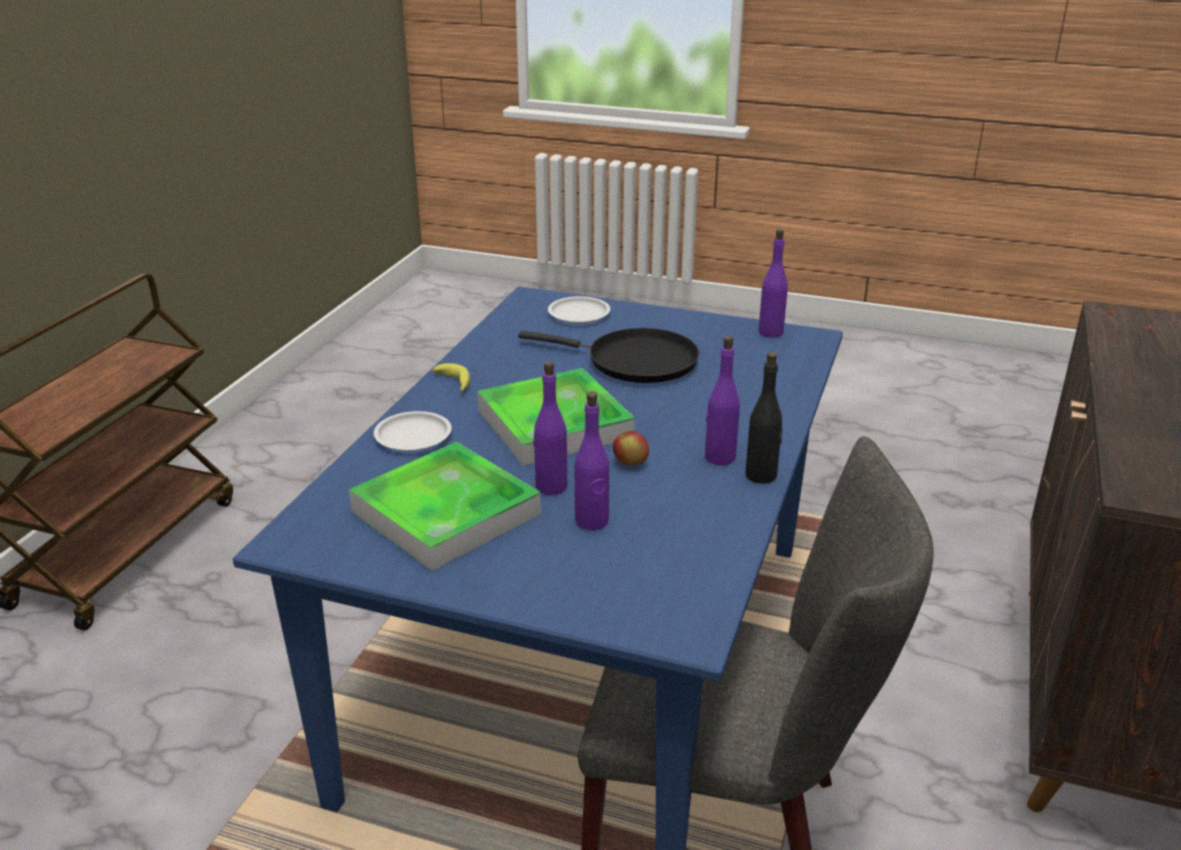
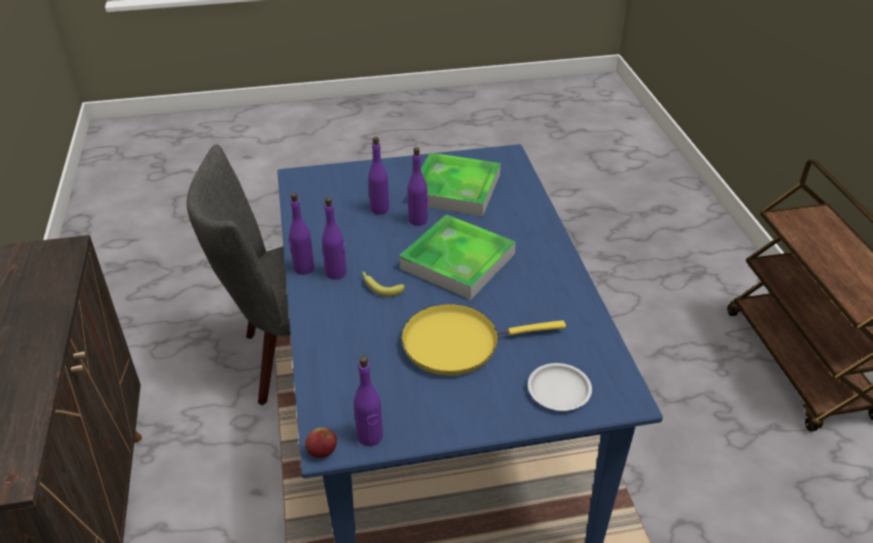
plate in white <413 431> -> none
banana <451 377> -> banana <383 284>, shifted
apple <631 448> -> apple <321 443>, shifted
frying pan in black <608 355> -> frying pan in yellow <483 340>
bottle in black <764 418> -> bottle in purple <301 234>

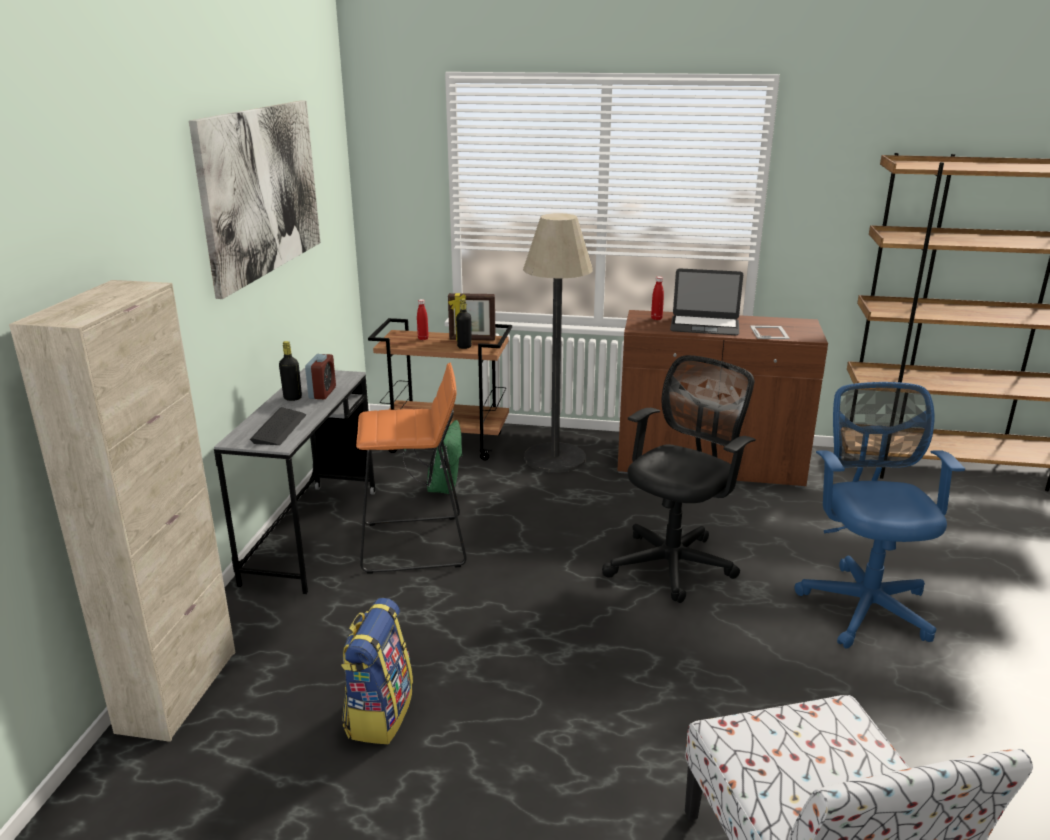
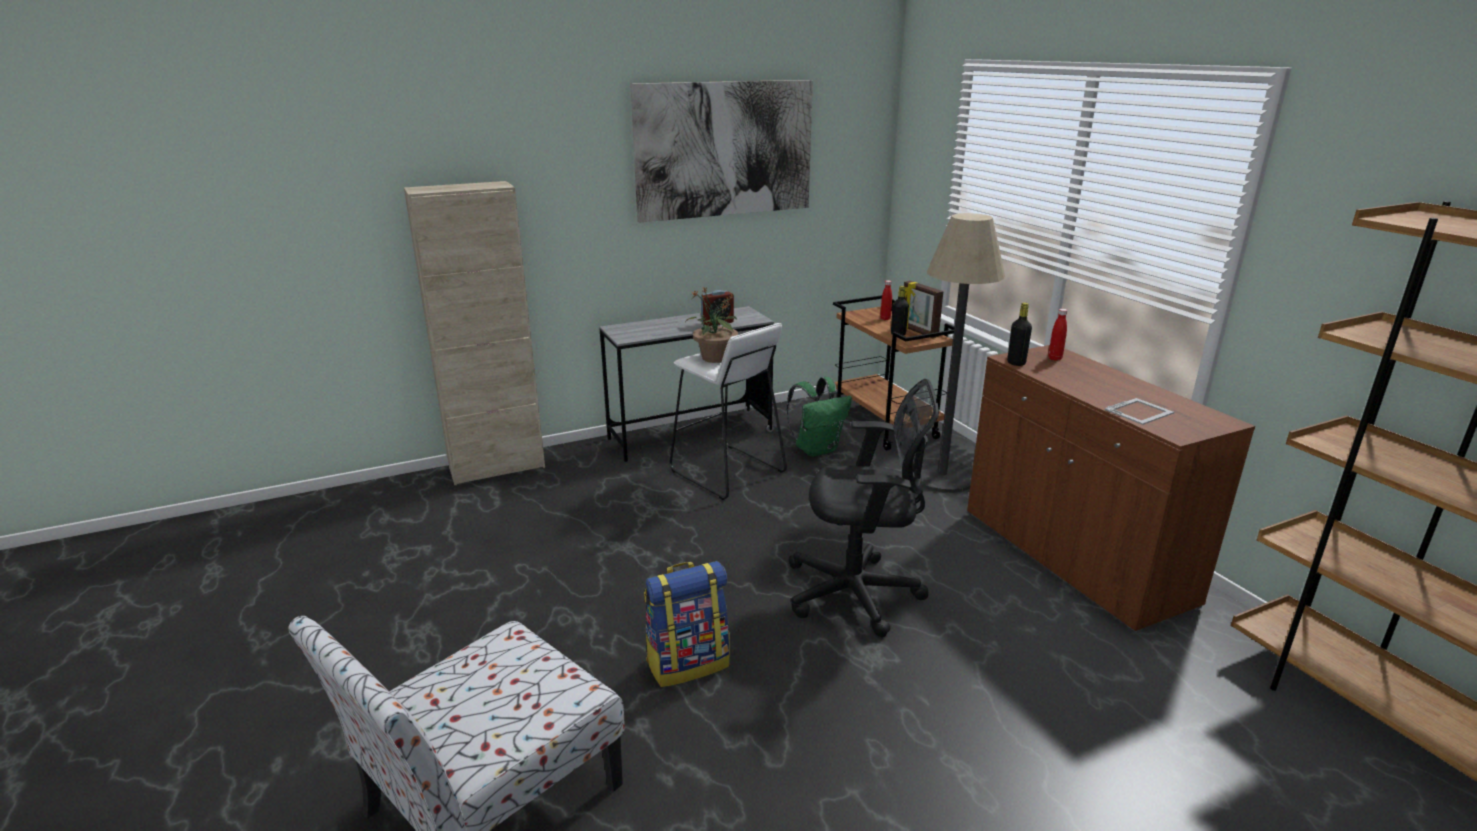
keyboard <278 426> -> none
laptop <706 301> -> none
office chair in blue <879 515> -> none
none -> potted plant <711 325>
bottle in black <290 371> -> bottle in black <1019 334>, shifted
backpack <377 671> -> backpack <687 624>, shifted
stool in orange <411 468> -> stool in white <728 411>

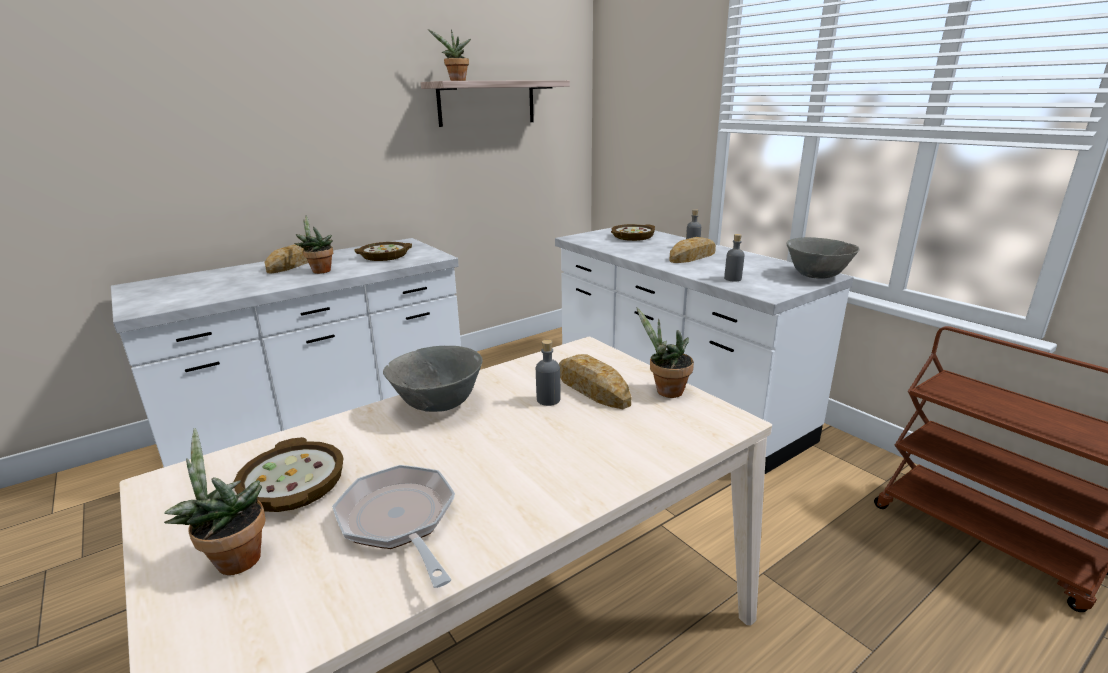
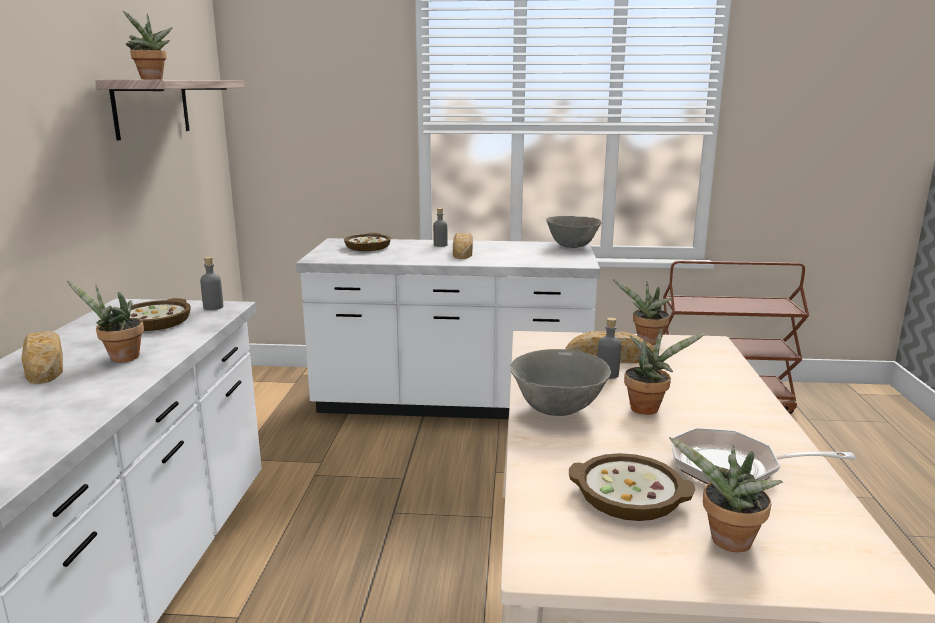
none -> potted plant <664 371>
bottle in grey <734 258> -> bottle in grey <211 283>, shifted

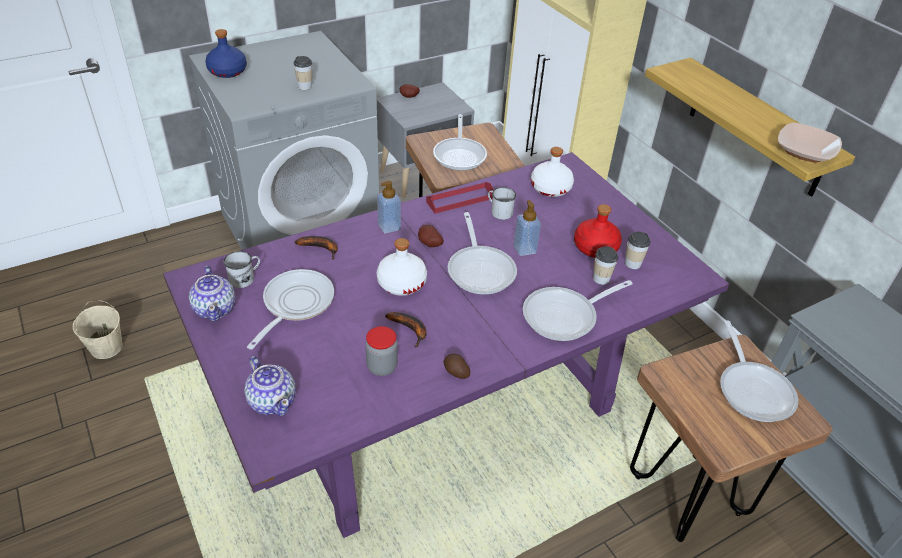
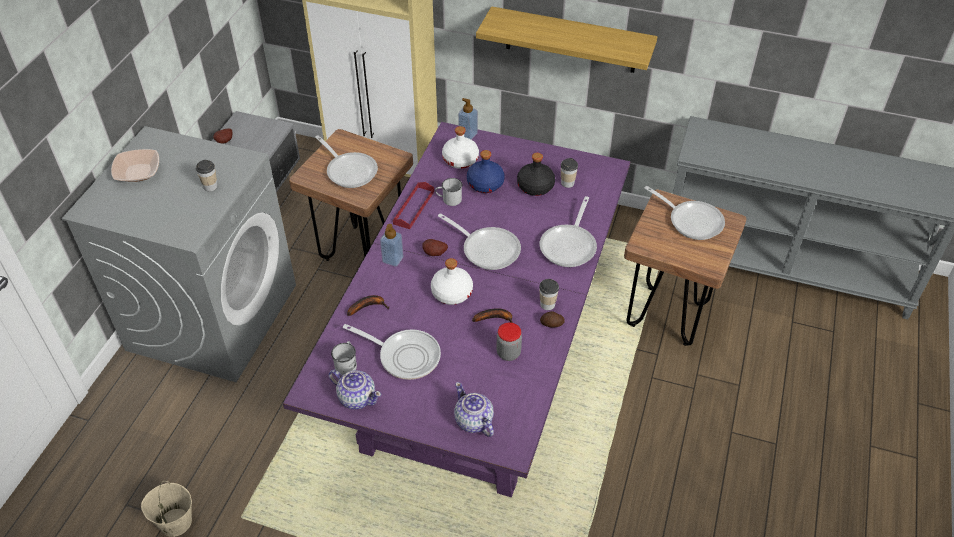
bottle in blue <226 53> -> bottle in blue <486 171>, shifted
soap dispenser <527 228> -> soap dispenser <468 118>, shifted
cup <605 265> -> cup <549 294>, shifted
bowl <810 142> -> bowl <135 165>, shifted
bottle in red <598 231> -> bottle in black <536 174>
teapot <270 386> -> teapot <474 409>, 135 degrees counterclockwise
frying pan <290 309> -> frying pan <392 352>, 135 degrees clockwise

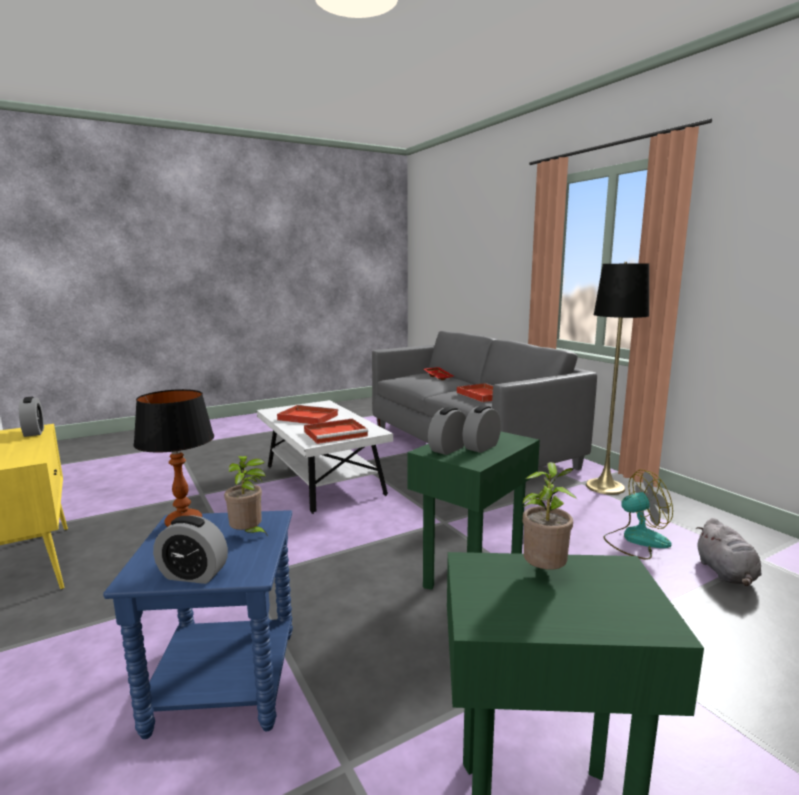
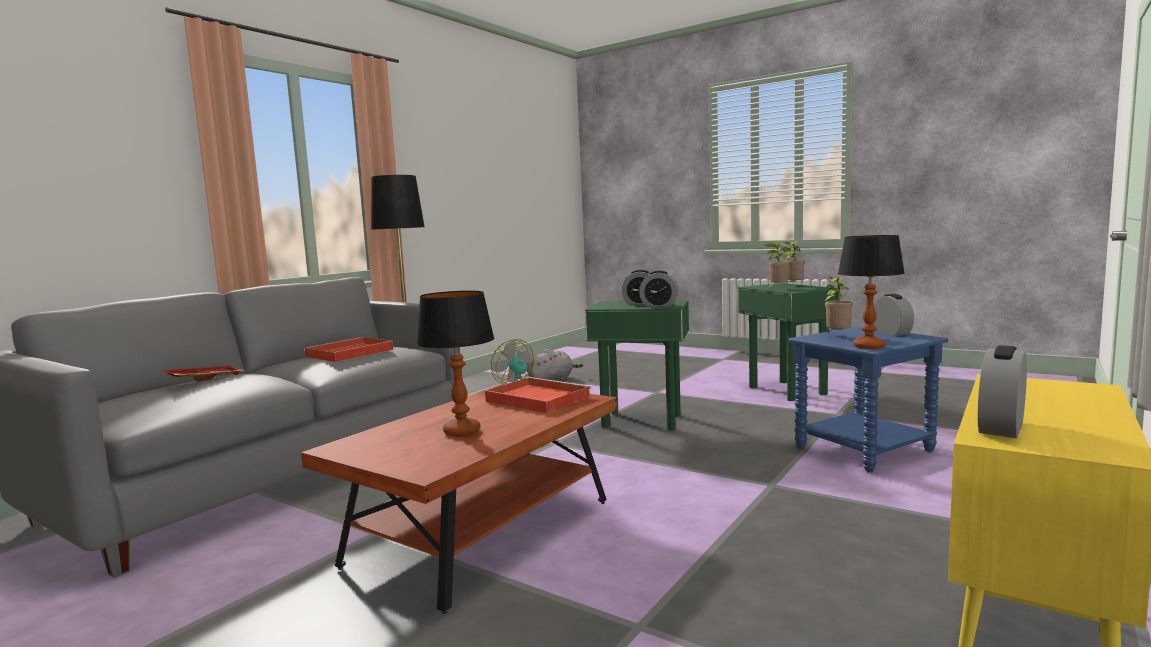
none -> potted plant <794 263>
tray in red <308 414> -> table lamp <455 364>
coffee table in white <325 457> -> coffee table in brown <459 498>

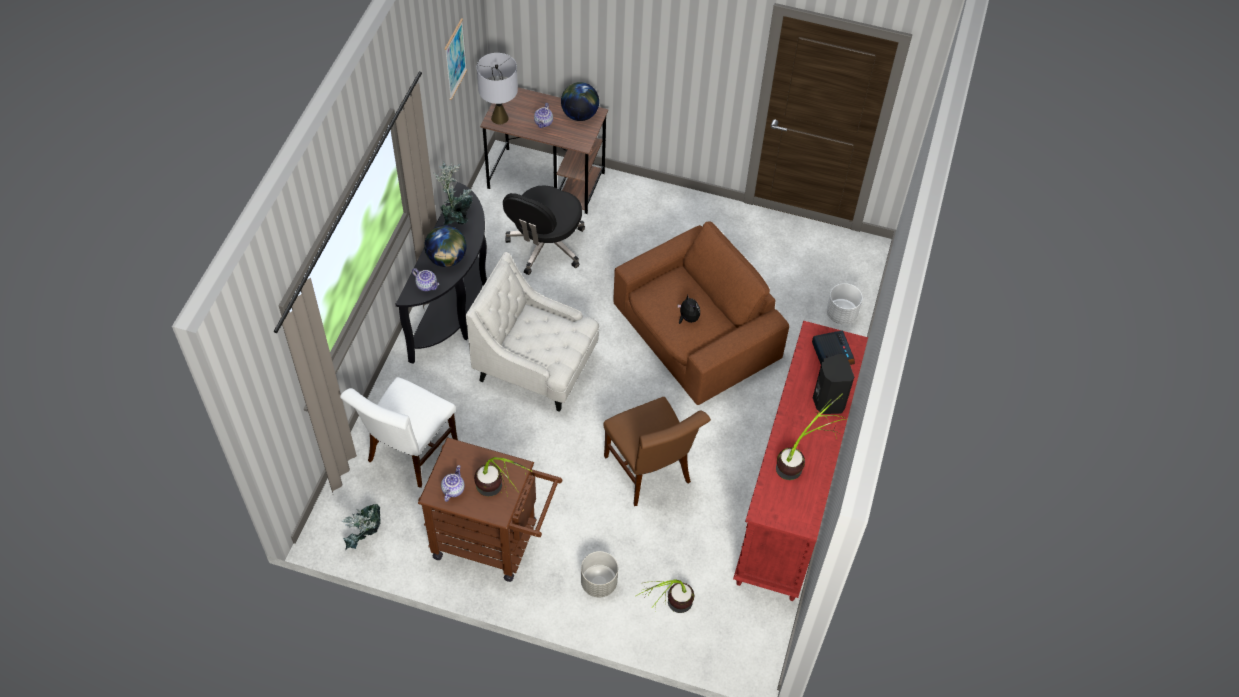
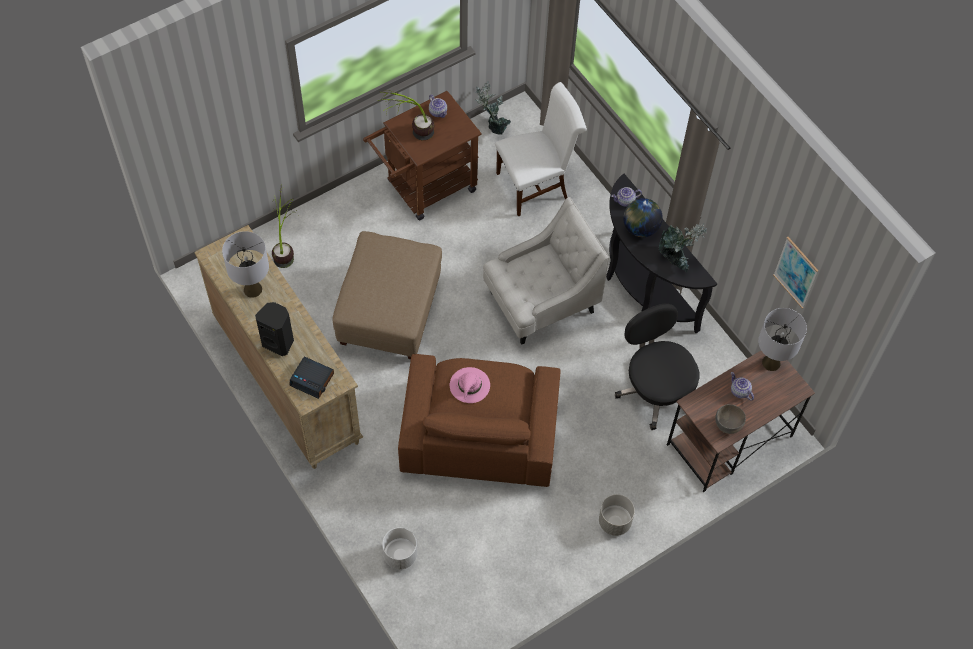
planter in grey <599 574> -> planter in grey <617 515>, shifted
globe <580 101> -> bowl in grey <730 419>
chair in brown <657 451> -> ottoman in beige <387 295>
plush toy <689 309> -> hat in pink <470 385>
potted plant <811 436> -> table lamp in grey <245 264>
dresser in red <800 461> -> dresser in beige <278 347>
chair in white <399 432> -> chair in white <541 149>, 90 degrees clockwise

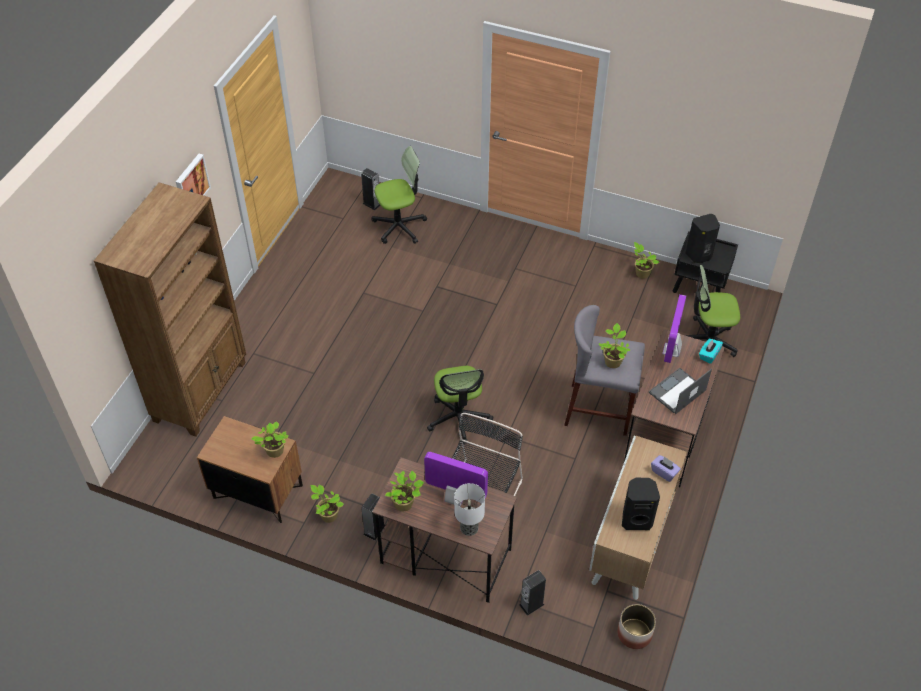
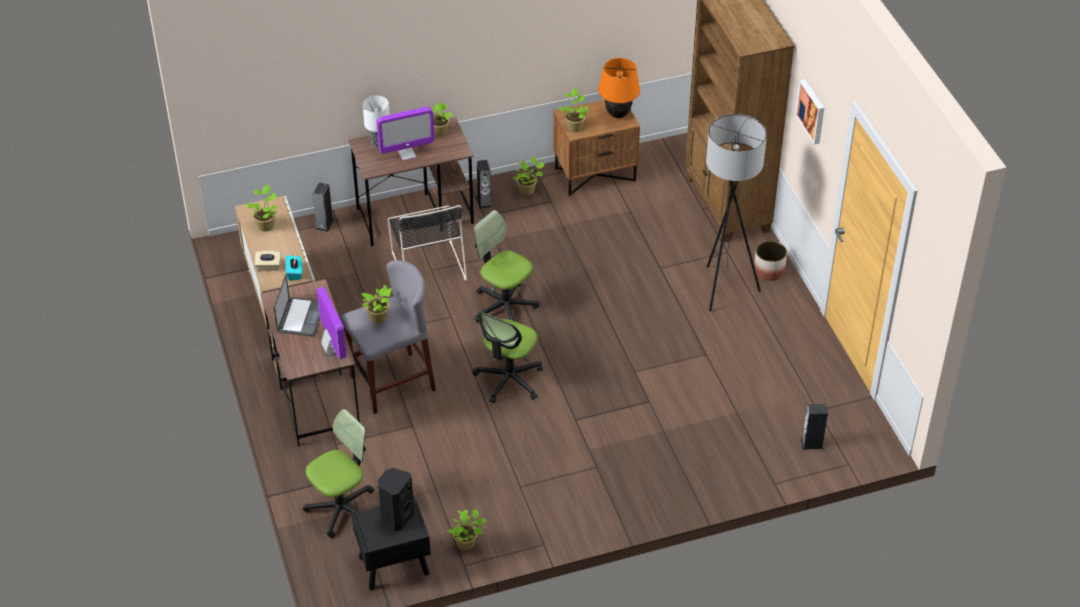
none -> table lamp in orange <619 88>
none -> floor lamp in grey <736 213>
office chair <399 195> -> office chair <508 357>, shifted
planter <636 626> -> planter <770 261>, shifted
tissue box in turquoise <711 351> -> tissue box in turquoise <293 267>, shifted
speaker in black <641 504> -> potted plant <262 208>
tissue box in purple <666 468> -> tissue box in beige <268 260>

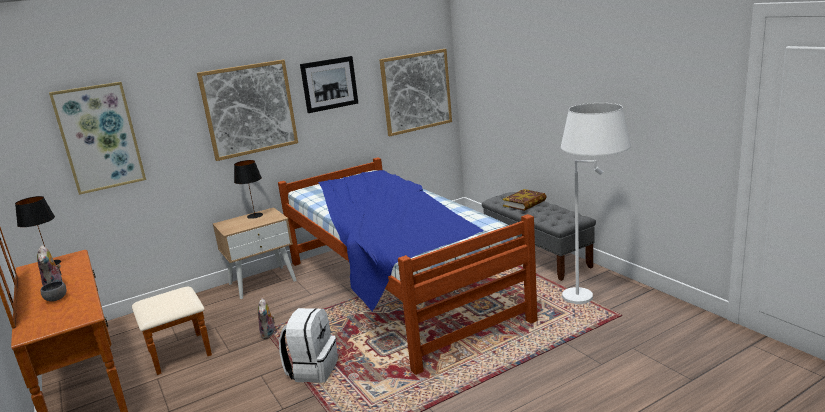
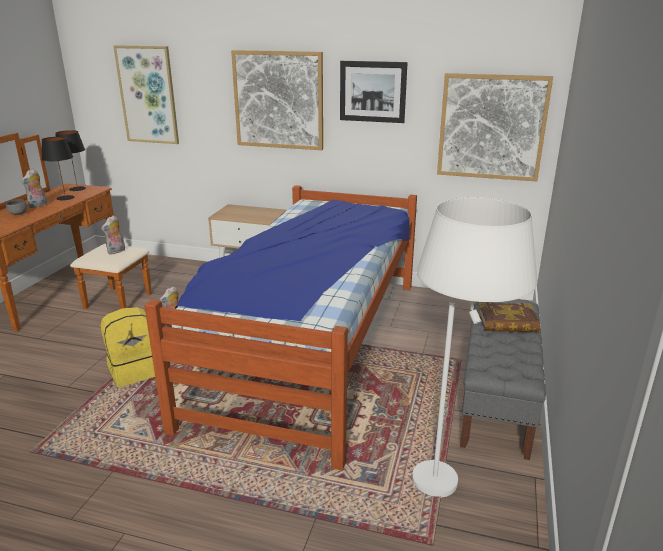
none -> plush toy <113 235>
table lamp in black <248 189> -> table lamp in black <58 168>, shifted
backpack in white <308 345> -> backpack in yellow <127 347>

